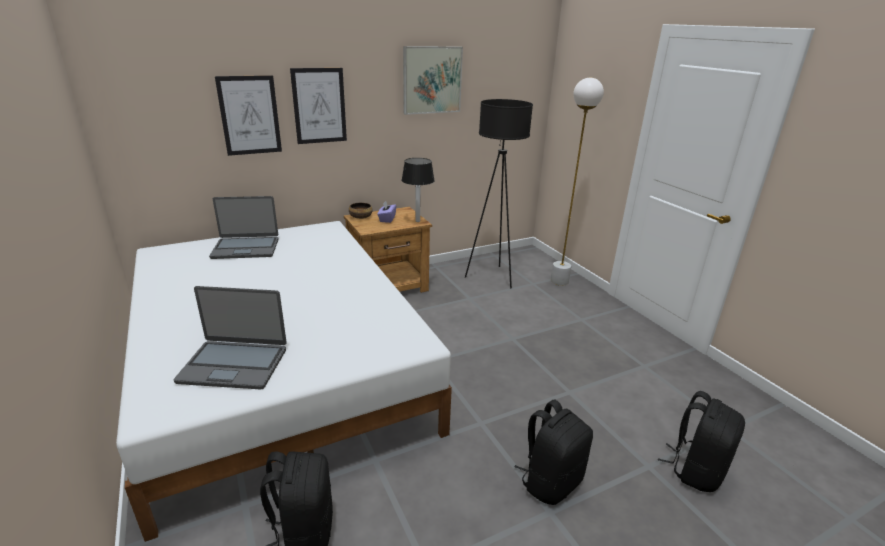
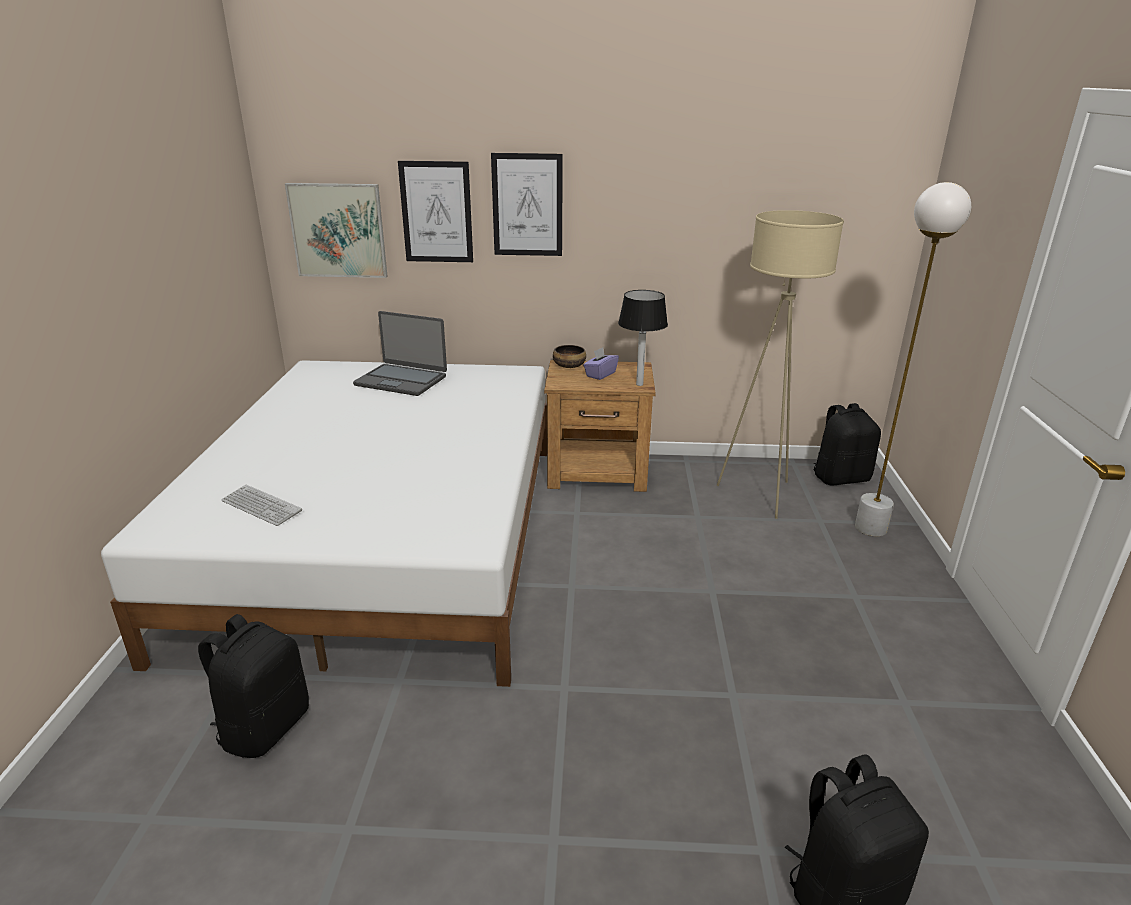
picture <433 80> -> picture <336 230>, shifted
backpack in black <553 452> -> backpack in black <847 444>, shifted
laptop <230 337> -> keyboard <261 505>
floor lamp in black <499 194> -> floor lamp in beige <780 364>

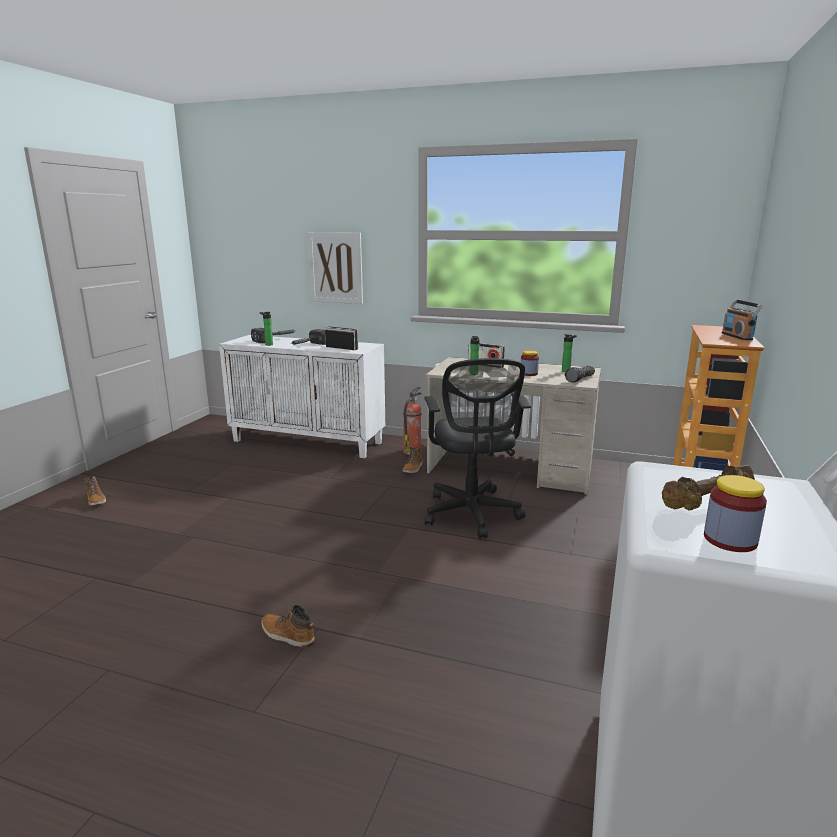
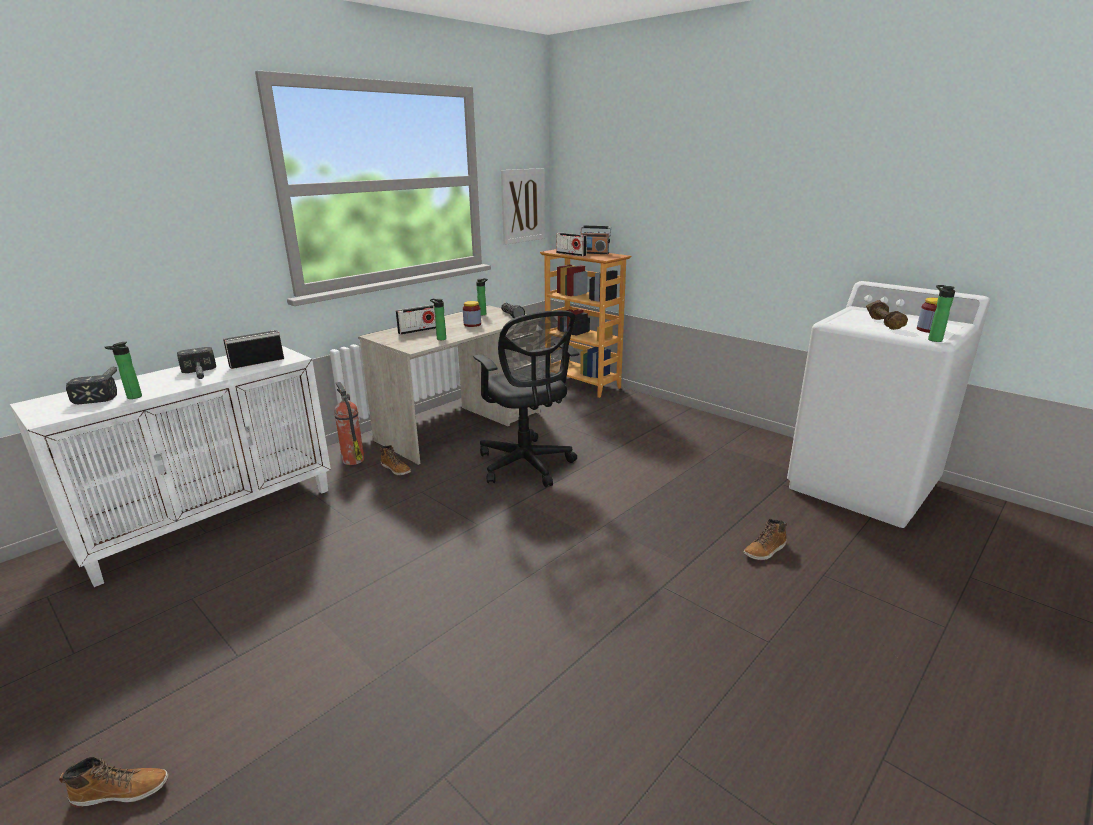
none -> radio <571 244>
none -> bottle <941 313>
boot <288 626> -> boot <765 539>, shifted
picture <335 268> -> picture <523 206>, shifted
office chair in black <477 448> -> office chair in black <526 398>, 45 degrees clockwise

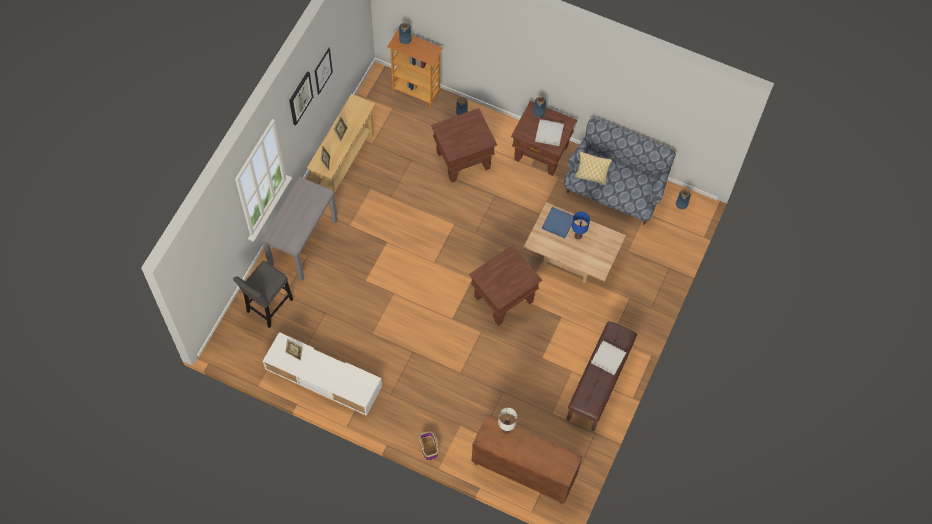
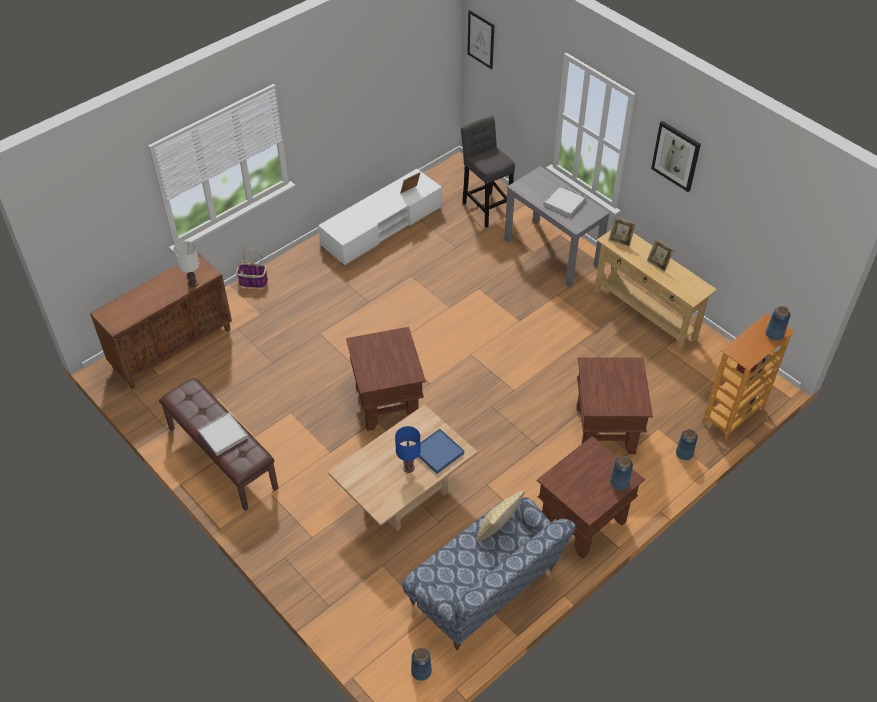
picture <324 71> -> picture <480 39>, shifted
tray in white <549 132> -> tray in white <565 201>, shifted

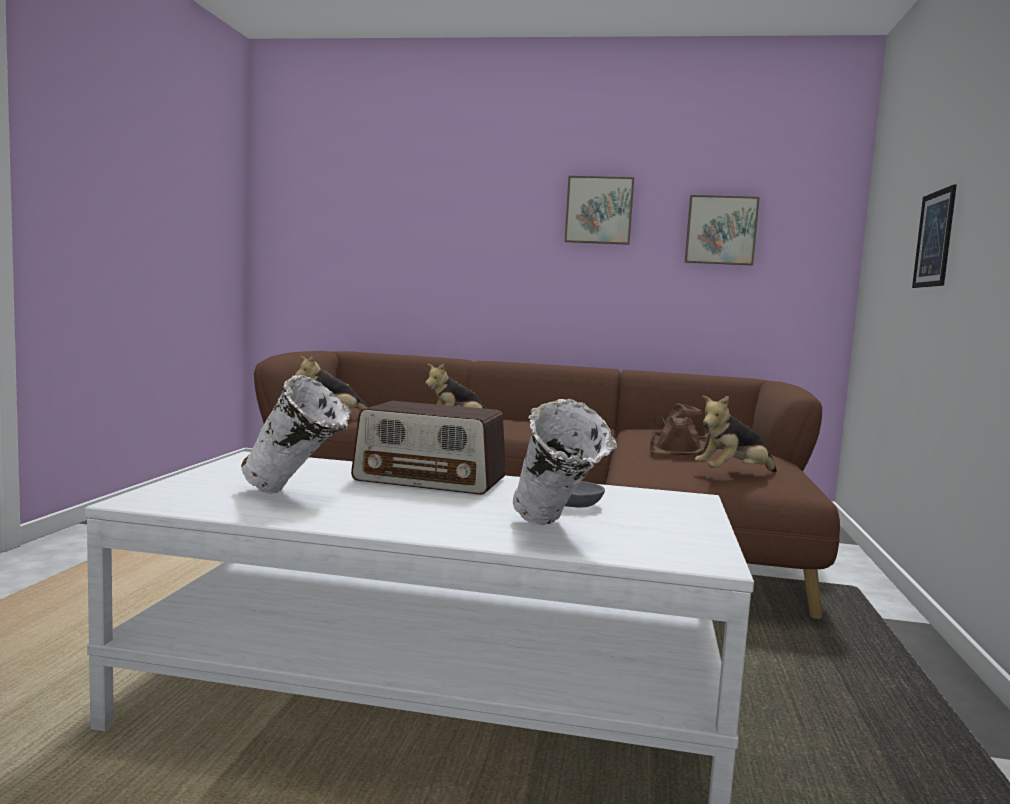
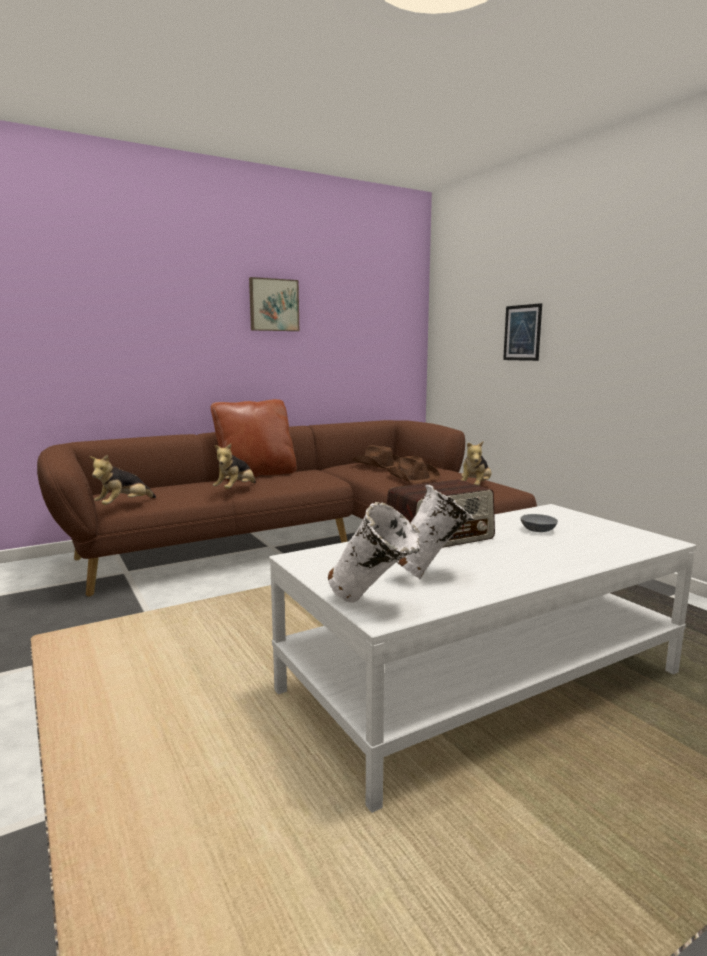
picture <722 230> -> none
none -> pillow in brown <254 440>
vase in white <565 462> -> vase in white <374 552>, shifted

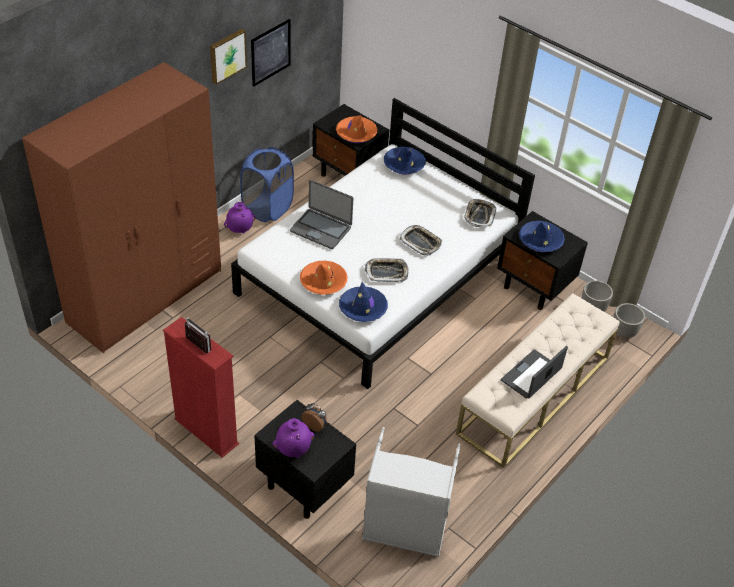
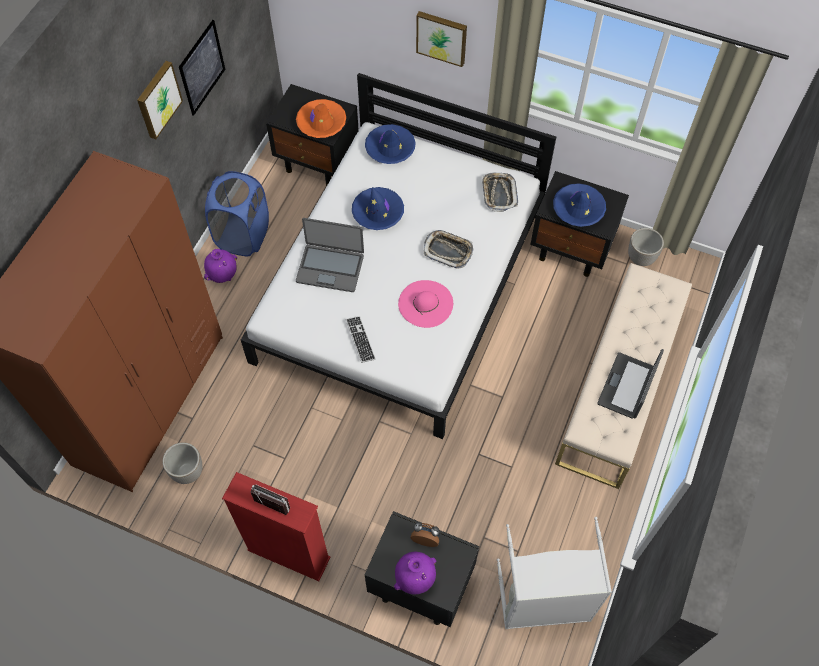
none -> picture <441 39>
hat in blue <363 302> -> hat in blue <378 208>, shifted
planter <629 320> -> planter <182 463>, shifted
hat in orange <323 278> -> keyboard <361 339>
tray <387 270> -> hat in pink <425 304>

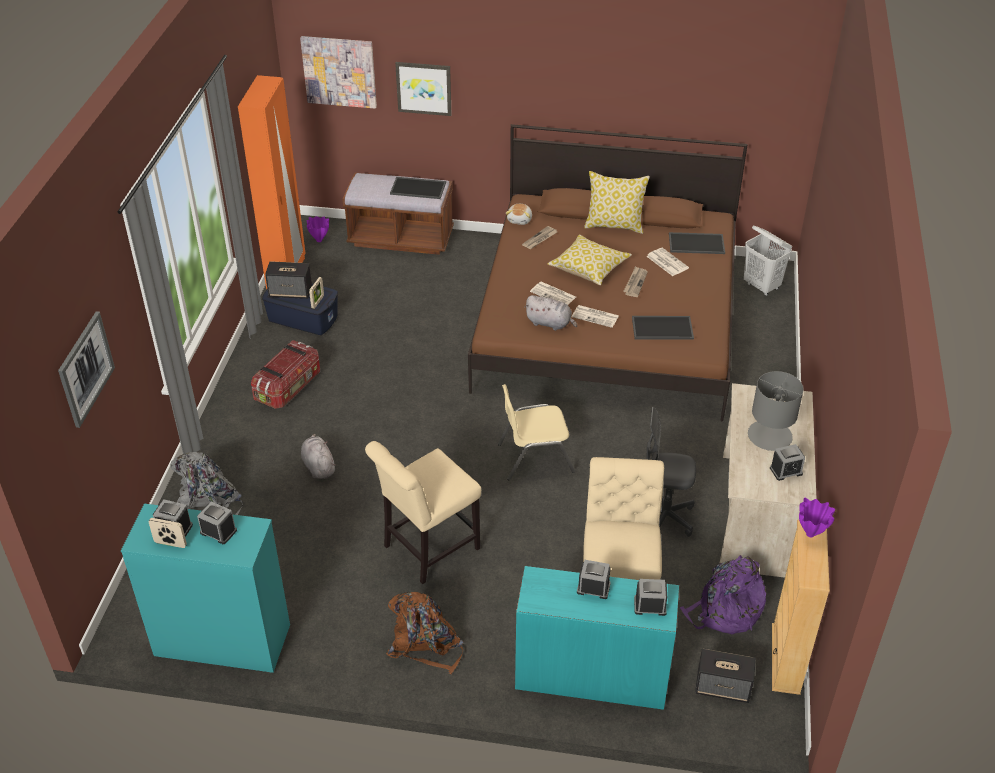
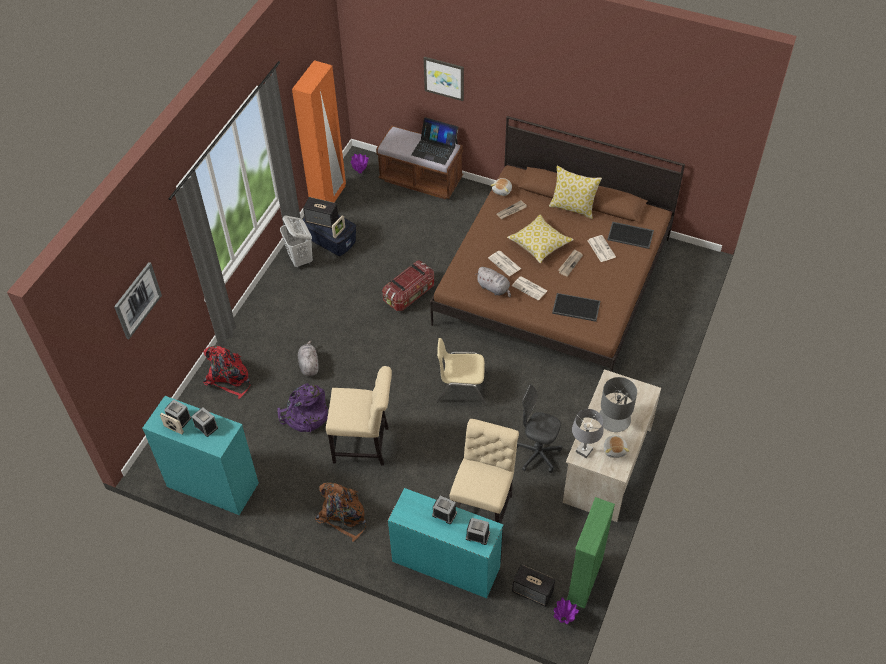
picture <338 72> -> none
none -> table lamp in grey <587 433>
storage box <285 374> -> storage box <408 286>, shifted
backpack in purple <723 594> -> backpack in purple <302 407>, shifted
laundry basket in white <768 261> -> laundry basket in white <296 242>, shifted
vase in purple <817 517> -> vase in purple <566 610>, shifted
tray <418 188> -> laptop <434 141>
alarm clock <787 462> -> plush toy <616 446>
backpack in grey <206 483> -> backpack in red <227 372>
bookcase in beige <801 607> -> bookcase in green <590 553>
chair in beige <423 512> -> chair in beige <359 416>, 150 degrees counterclockwise

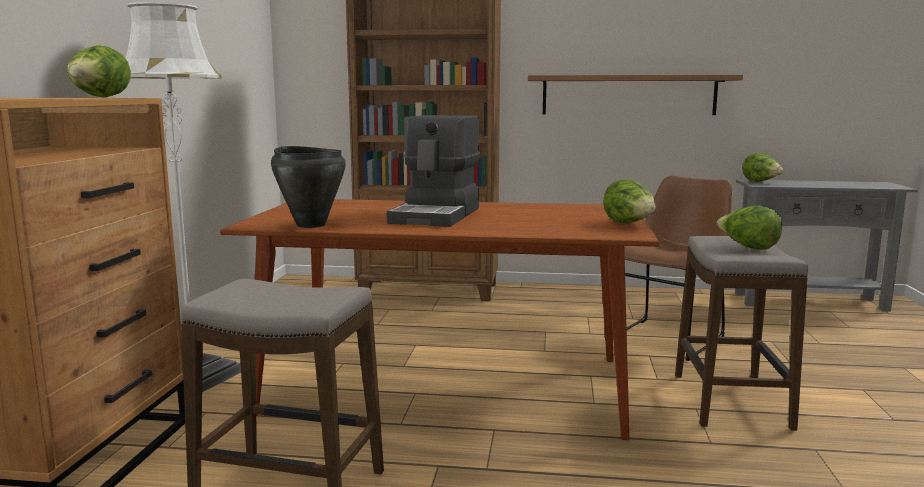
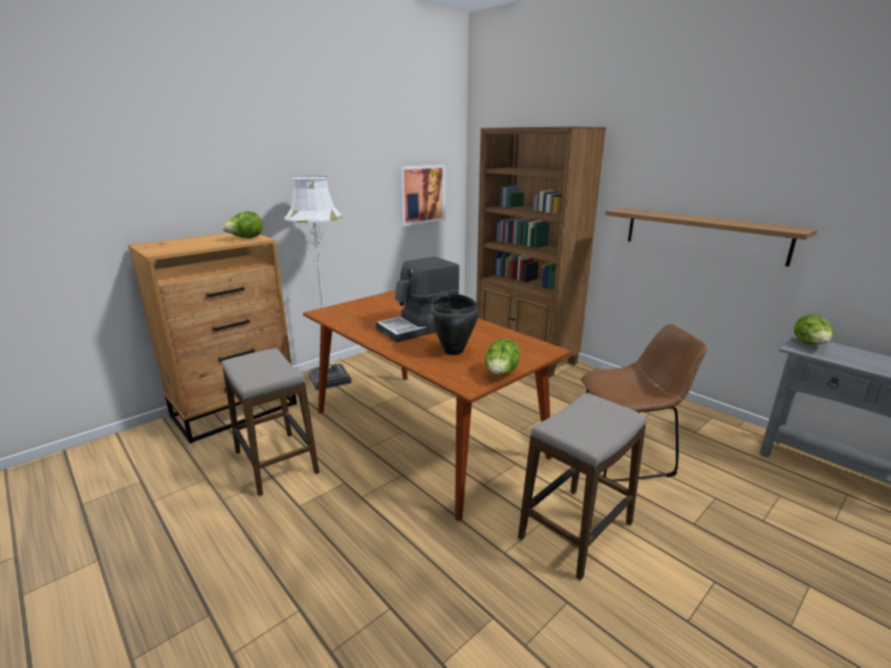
lettuce <749 228> -> none
none -> picture <422 195>
cooking pot in black <308 187> -> cooking pot in black <454 324>, shifted

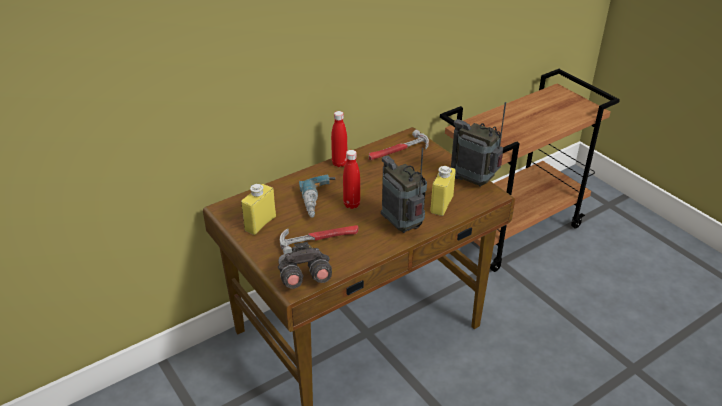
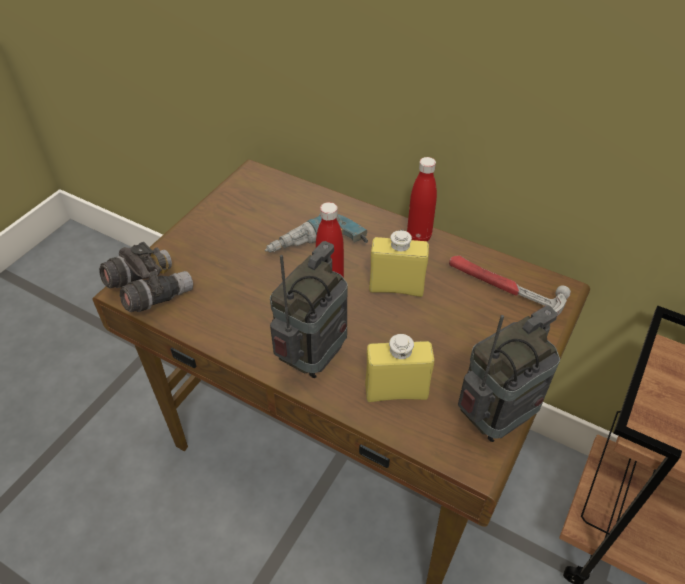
hammer <319 239> -> none
bottle in yellow <258 209> -> bottle in yellow <399 263>, shifted
radio <478 144> -> radio <509 374>, 45 degrees clockwise

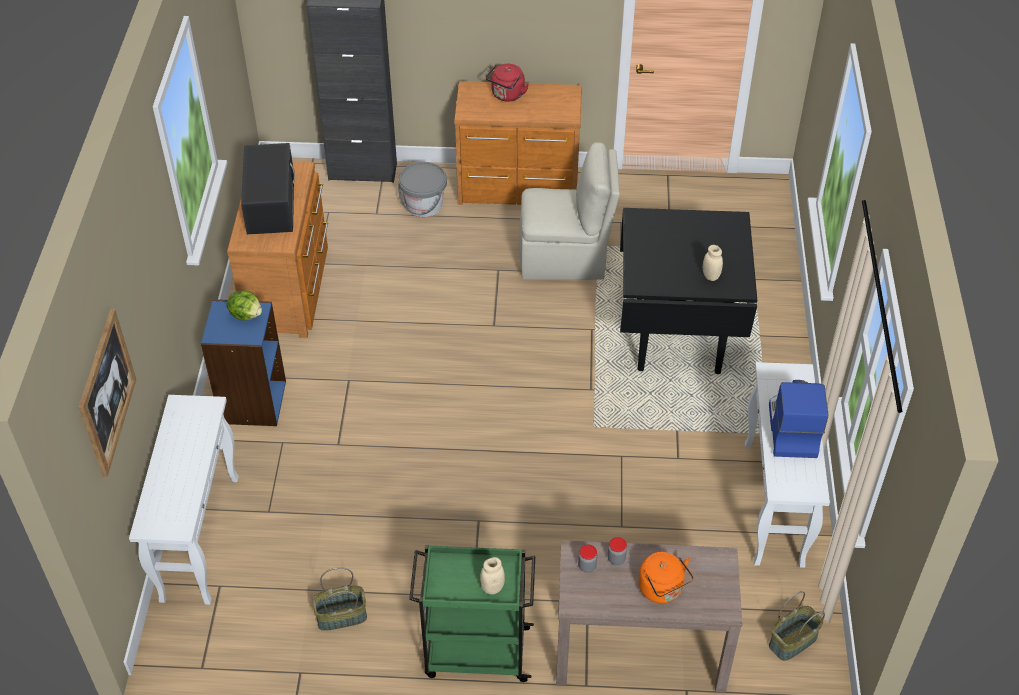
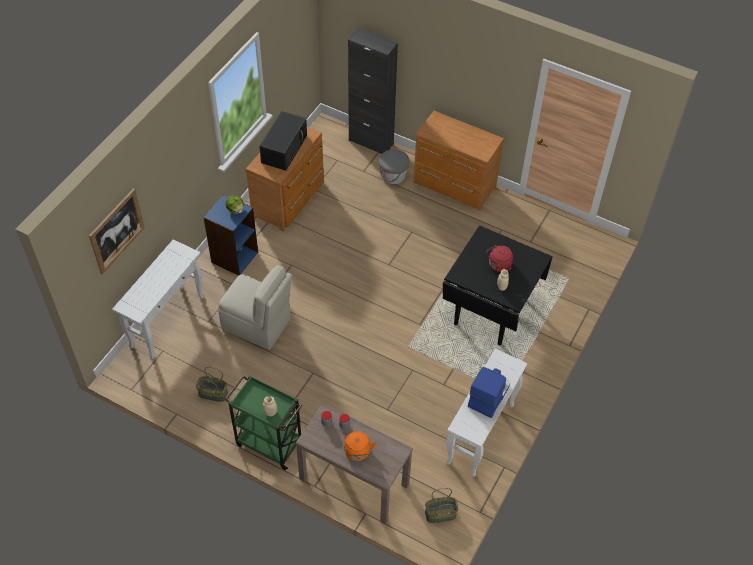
kettle in red <507 83> -> kettle in red <499 258>, shifted
chair in beige <569 211> -> chair in beige <255 307>, shifted

